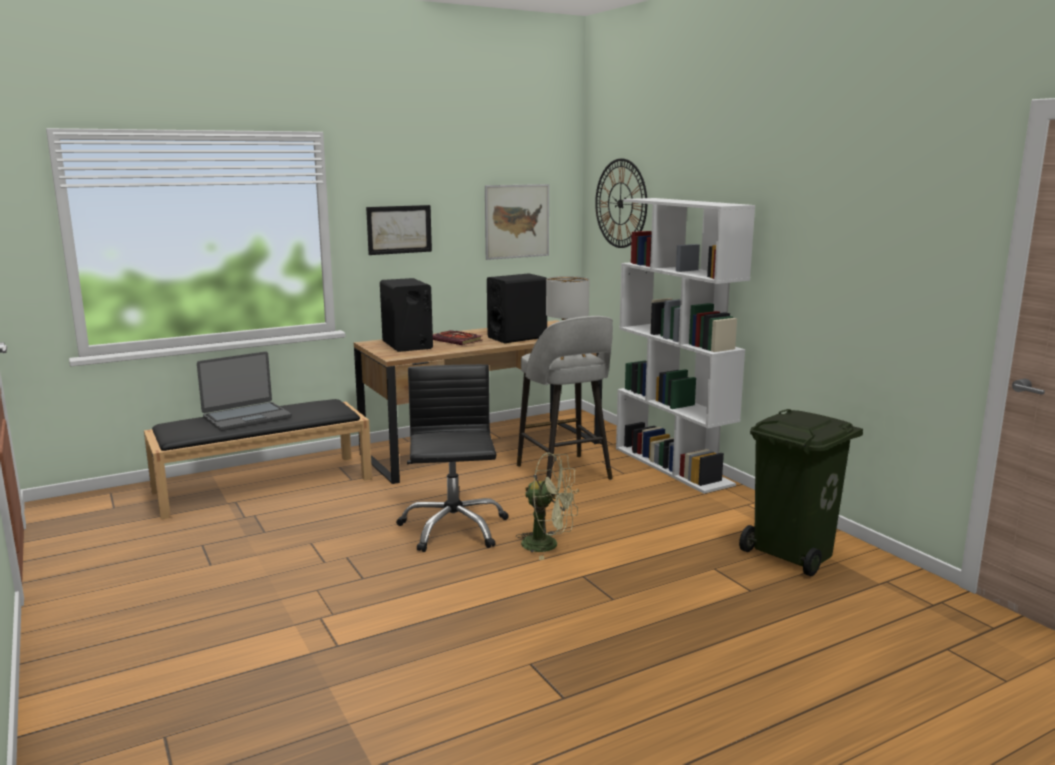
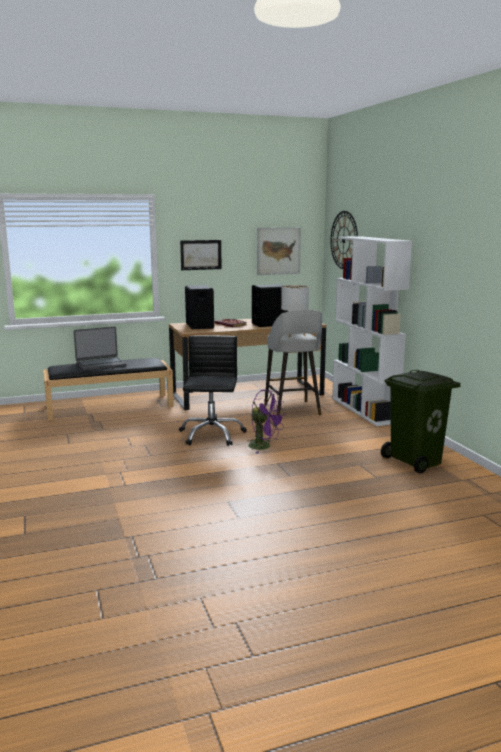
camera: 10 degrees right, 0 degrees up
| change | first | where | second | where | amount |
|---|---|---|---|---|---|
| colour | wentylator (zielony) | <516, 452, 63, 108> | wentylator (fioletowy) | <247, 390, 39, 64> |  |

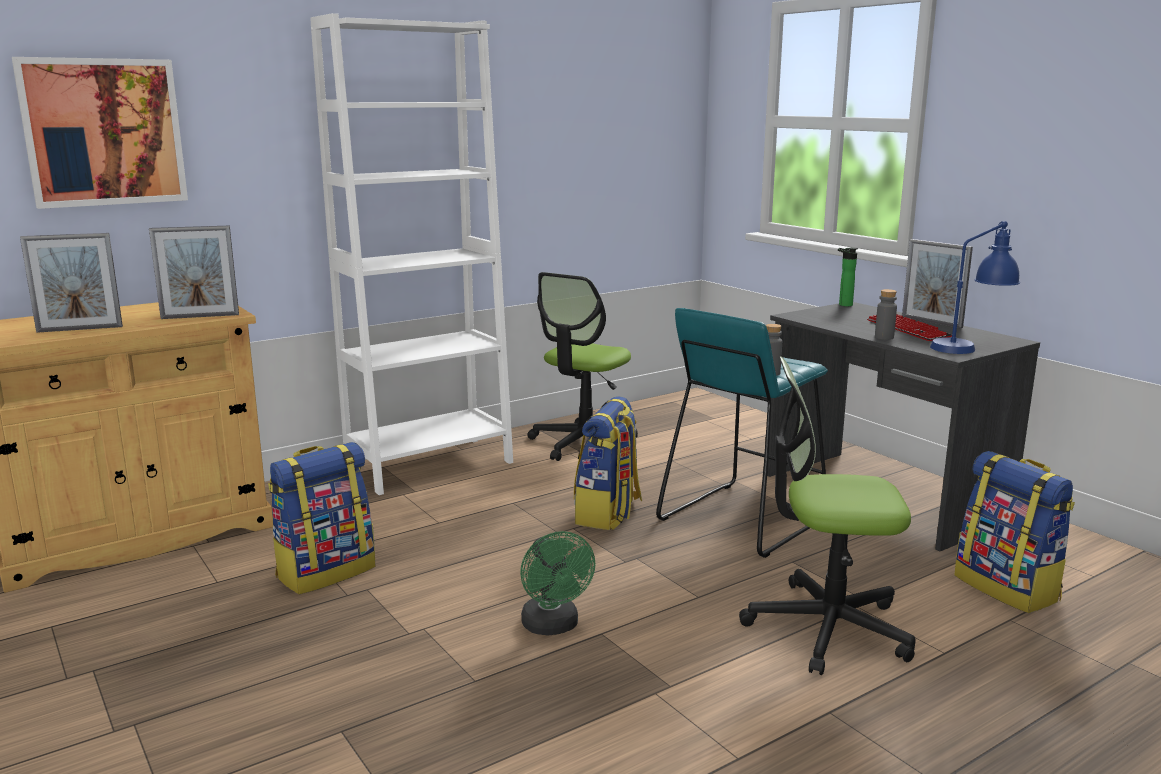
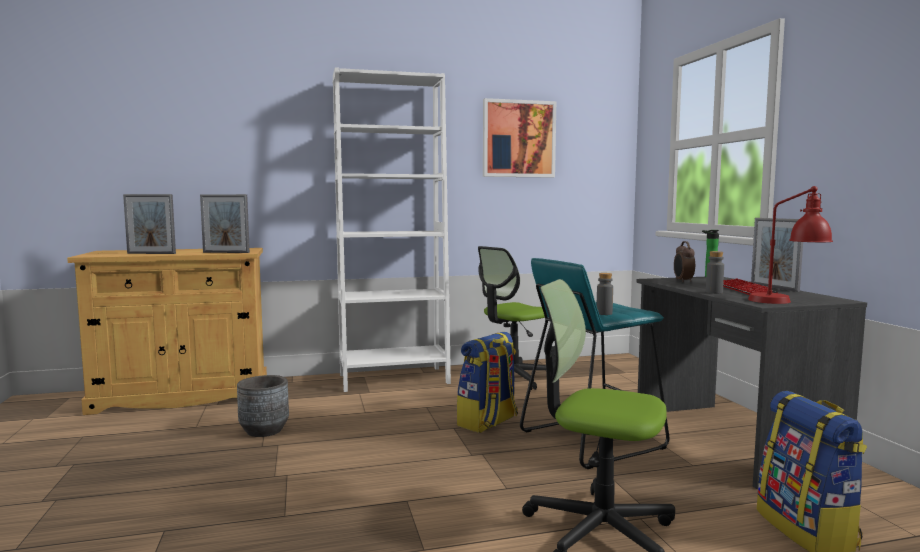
camera: 20 degrees right, 10 degrees down
| change | first | where | second | where | amount |
|---|---|---|---|---|---|
| missing | wentylator (zielony) | <520, 531, 75, 105> |  |  |  |
| appeared |  |  | budzik | <674, 241, 21, 41> |  |
| relocated | obraz | <12, 57, 176, 152> |  | <483, 98, 73, 79> |  |
| exchanged | plecak | <268, 442, 107, 152> | donica (szary) | <237, 375, 52, 62> |  |
| colour | lampa stołowa (niebieski) | <930, 221, 90, 133> | lampa stołowa (czerwony) | <748, 186, 85, 118> |  |

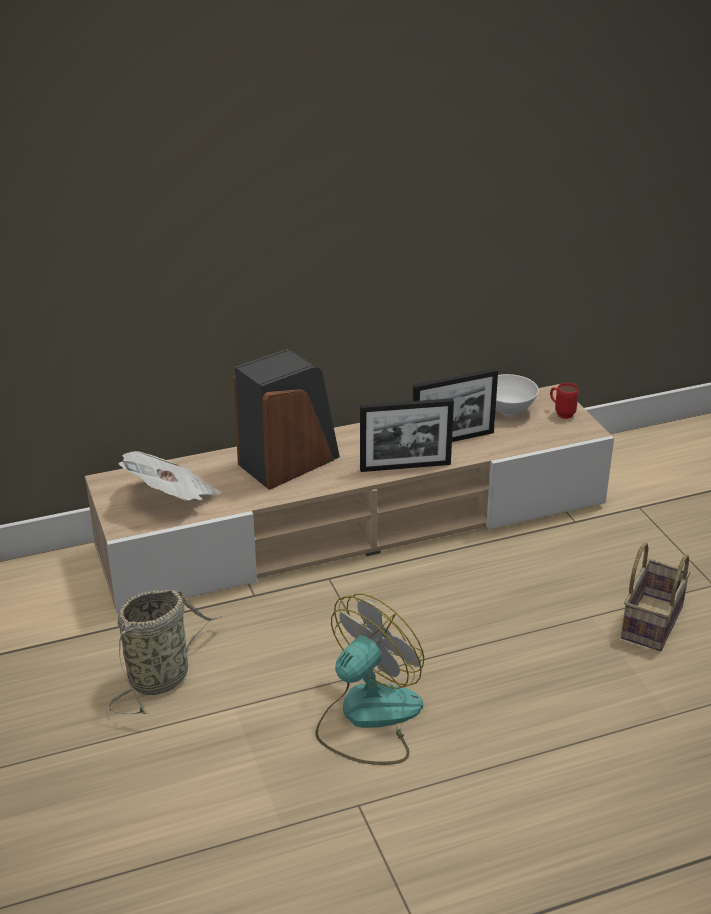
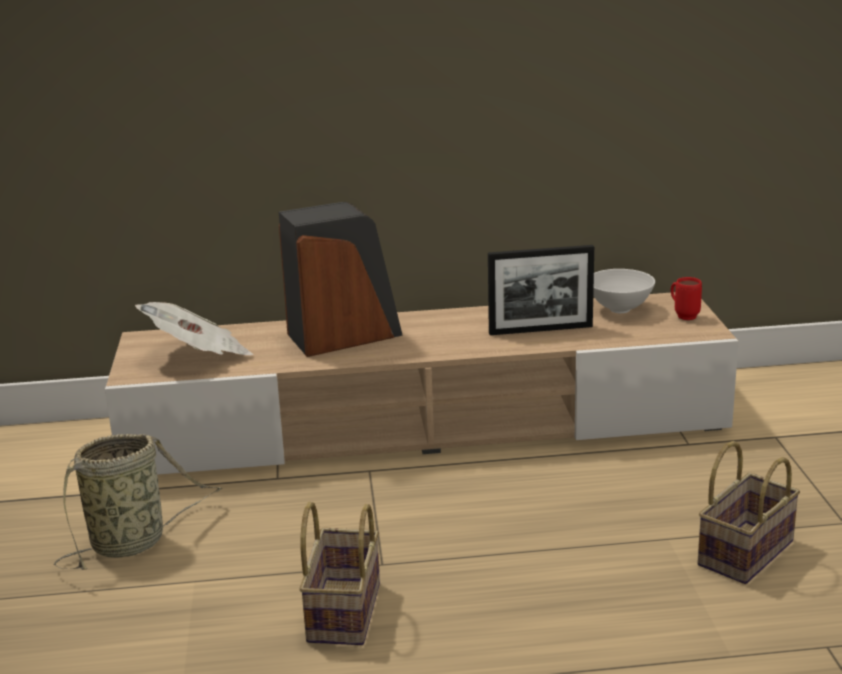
camera: 15 degrees right, 10 degrees down
| change | first | where | second | where | amount |
|---|---|---|---|---|---|
| missing | ramka na zdjęcie | <360, 398, 94, 74> |  |  |  |
| exchanged | wentylator | <315, 594, 110, 171> | koszyk | <299, 502, 81, 143> |  |

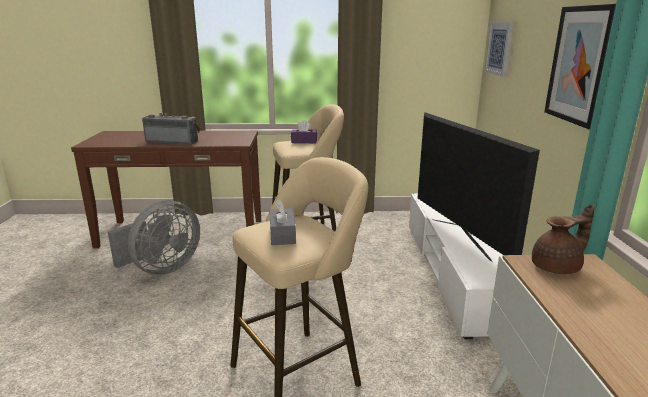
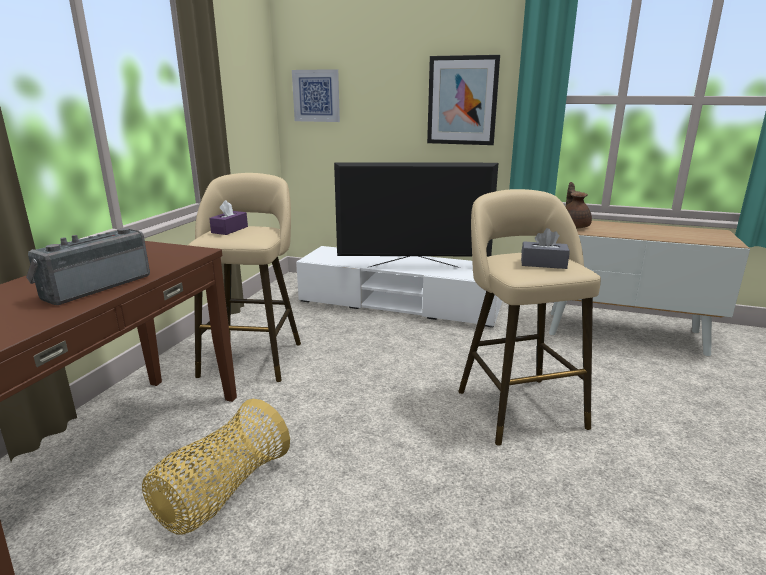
camera: 70 degrees left, 0 degrees up
| change | first | where | second | where | amount |
|---|---|---|---|---|---|
| exchanged | wentylator (szary) | <108, 200, 92, 75> | koszyk | <142, 399, 148, 136> |  |

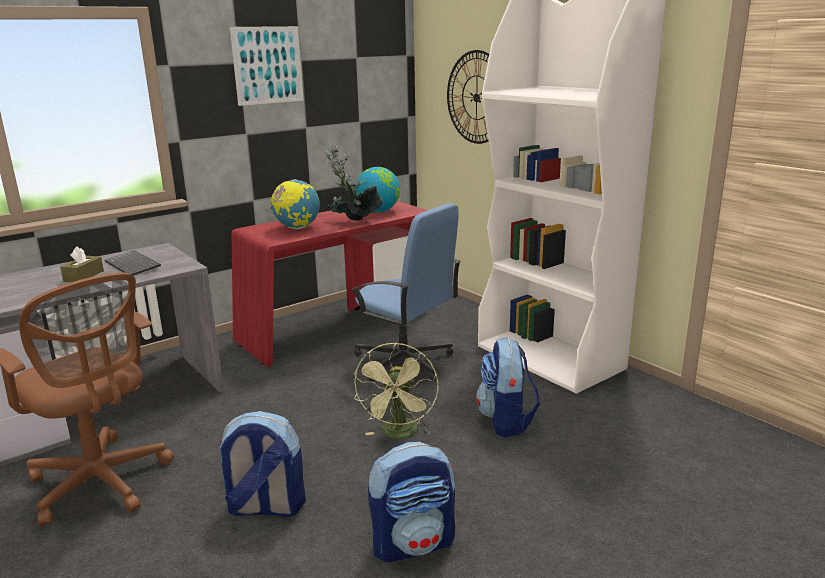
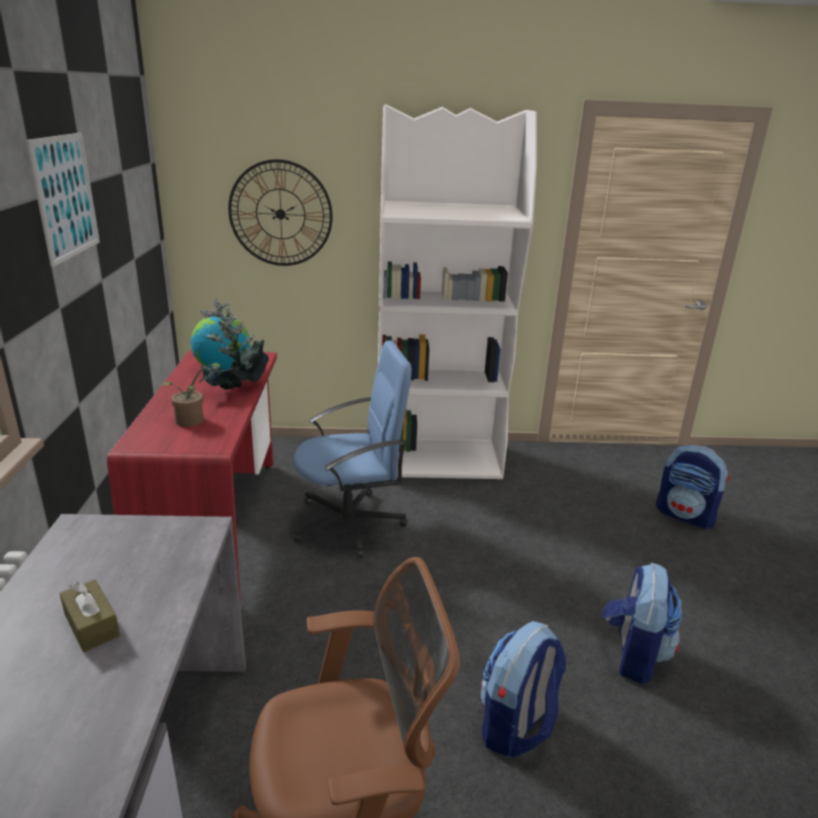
camera: 55 degrees left, 5 degrees up
| change | first | where | second | where | amount |
|---|---|---|---|---|---|
| missing | klawiatura | <105, 250, 56, 26> |  |  |  |
| missing | wentylator (zielony) | <353, 342, 86, 97> |  |  |  |
| relocated | plecak | <476, 338, 64, 99> |  | <656, 445, 74, 84> |  |
| exchanged | globus | <271, 179, 49, 50> | roślina doniczkowa | <163, 363, 59, 64> |  |

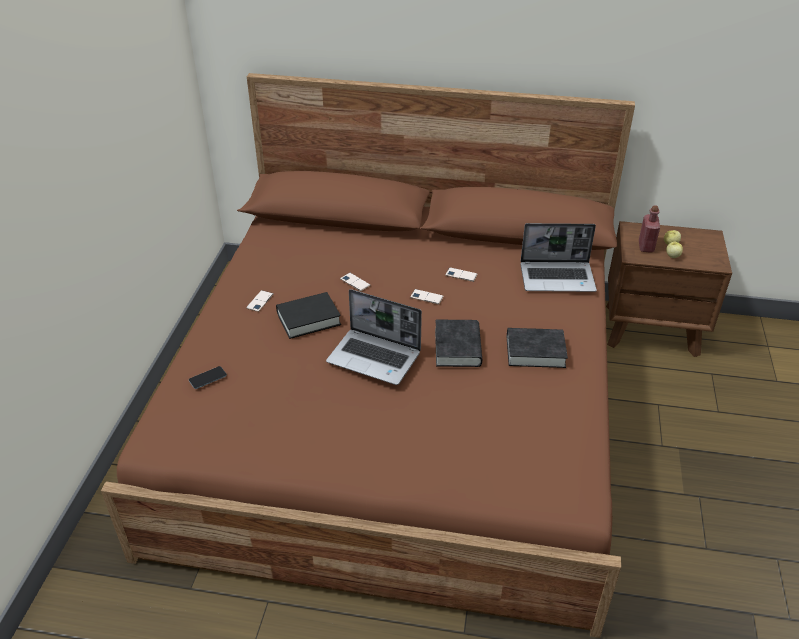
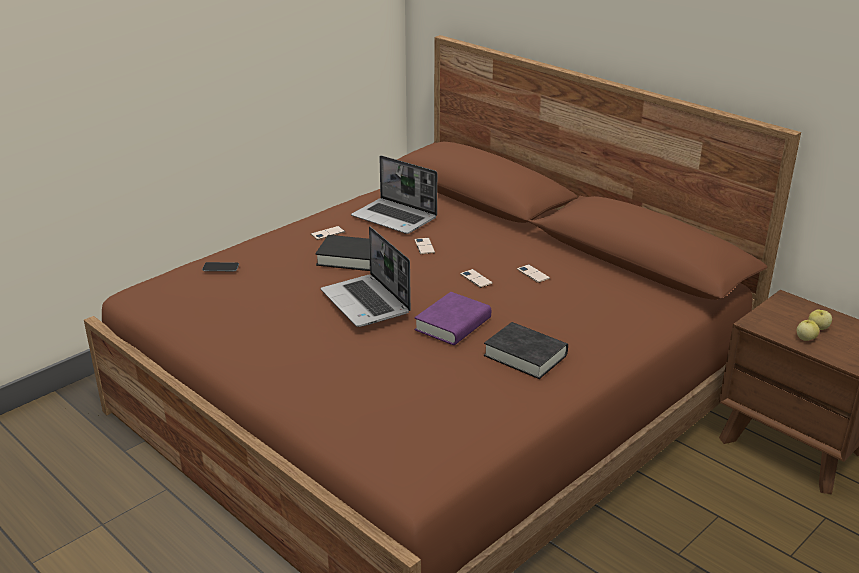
camera: 35 degrees right, 10 degrees down
| change | first | where | second | where | amount |
|---|---|---|---|---|---|
| missing | butelka (czerwony) | <639, 205, 21, 48> |  |  |  |
| relocated | laptop | <520, 223, 77, 69> |  | <351, 155, 86, 79> |  |
| colour | książka (czarny) | <435, 320, 47, 47> | książka (fioletowy) | <415, 292, 76, 53> |  |

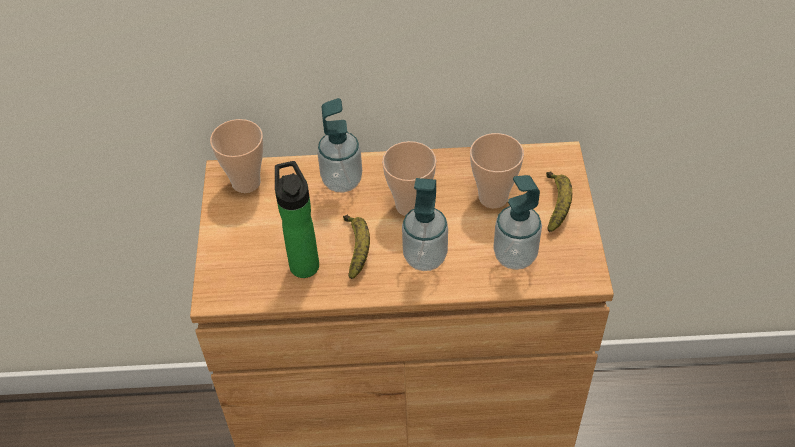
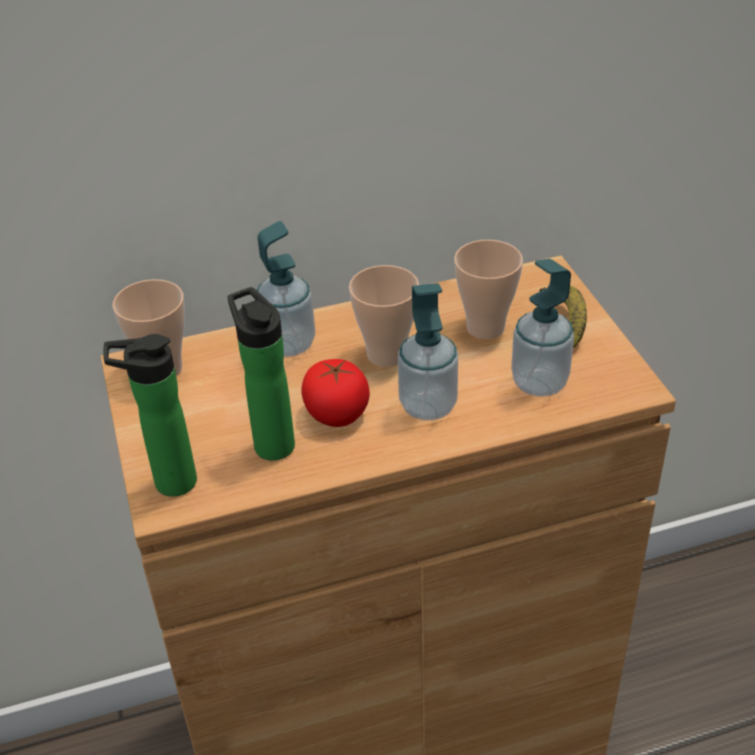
camera: 15 degrees left, 10 degrees down
| change | first | where | second | where | amount |
|---|---|---|---|---|---|
| appeared |  |  | butelka | <103, 334, 94, 163> |  |
| exchanged | banan | <343, 215, 27, 64> | pomidor | <301, 359, 69, 68> |  |

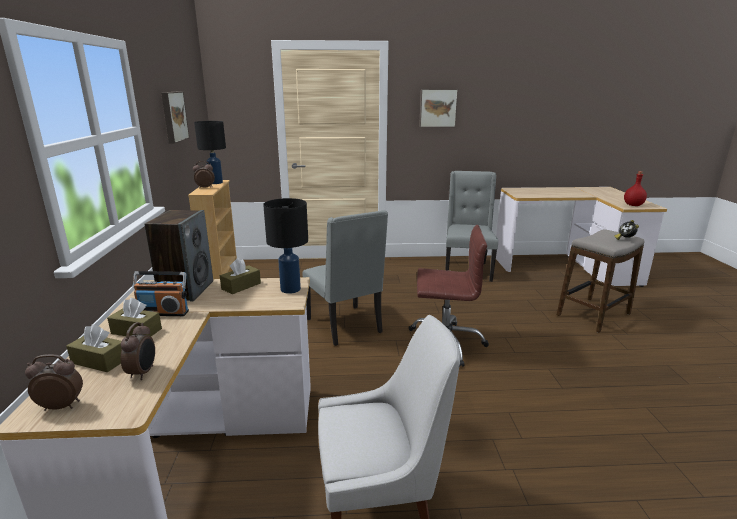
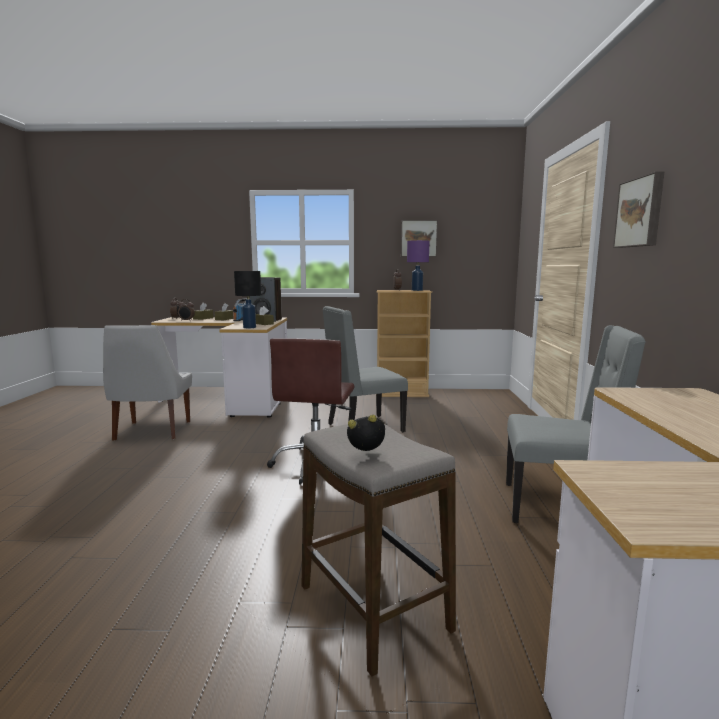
camera: 95 degrees right, 10 degrees down
| change | first | where | second | where | amount |
|---|---|---|---|---|---|
| missing | butelka (czerwony) | <624, 171, 23, 35> |  |  |  |
| colour | lampa stołowa (czarny) | <194, 121, 32, 63> | lampa stołowa (fioletowy) | <407, 240, 22, 51> |  |

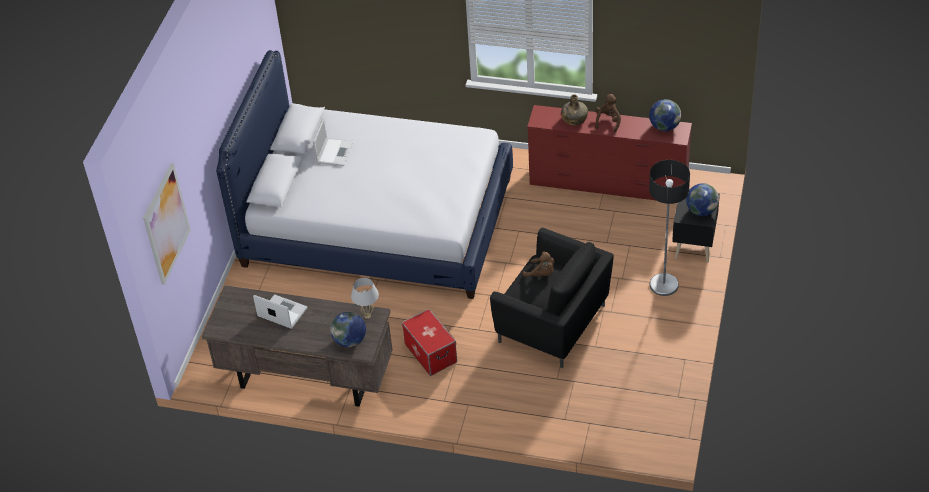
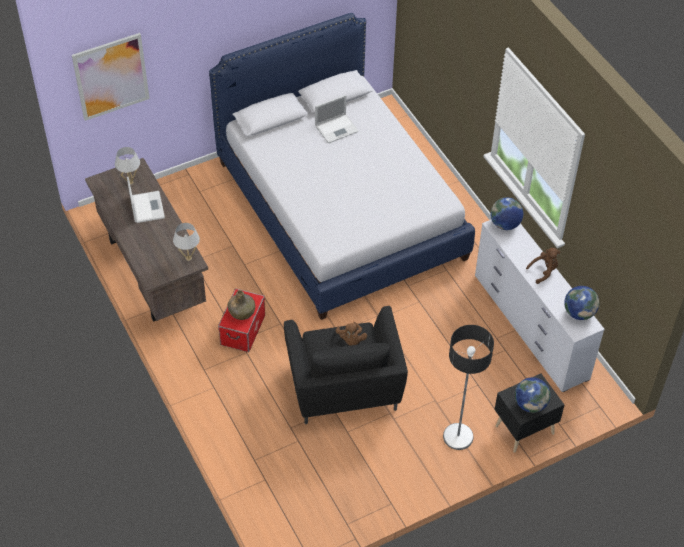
camera: 45 degrees right, 5 degrees up
| change | first | where | second | where | amount |
|---|---|---|---|---|---|
| appeared |  |  | lampa stołowa (biały) | <115, 147, 25, 38> |  |
| relocated | globus | <330, 312, 36, 35> |  | <491, 198, 32, 32> |  |
| relocated | butelka (zielony) | <561, 94, 27, 31> |  | <228, 290, 27, 30> |  |
| colour | komoda (czerwony) | <527, 105, 165, 96> | komoda (biały) | <475, 220, 130, 172> |  |

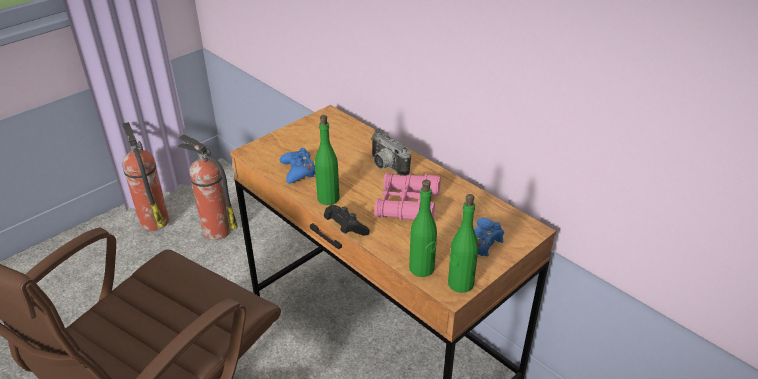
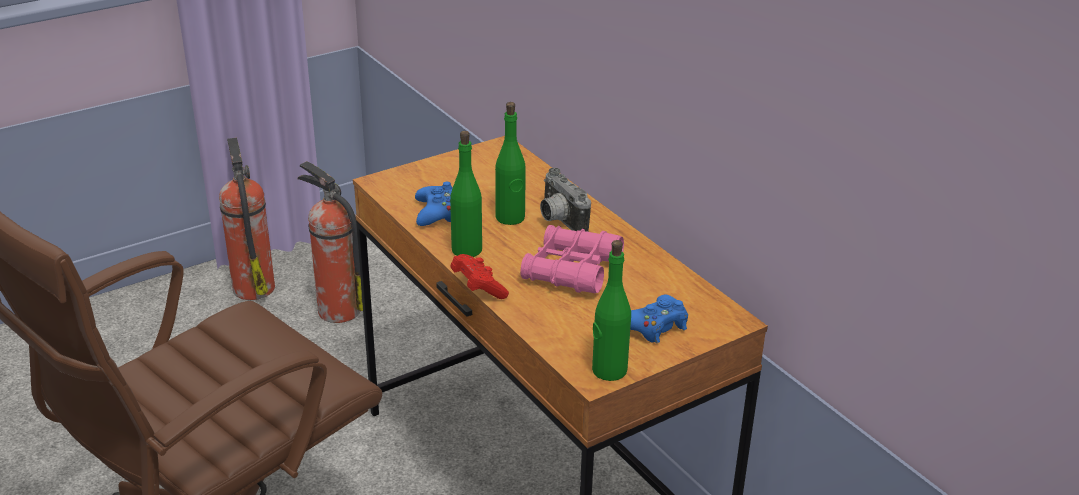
camera: 10 degrees right, 5 degrees down
| change | first | where | second | where | amount |
|---|---|---|---|---|---|
| relocated | butelka (zielony) | <409, 180, 28, 97> |  | <495, 102, 31, 123> |  |
| colour | pad do gier (czarny) | <324, 205, 46, 31> | pad do gier (czerwony) | <450, 254, 59, 45> |  |

